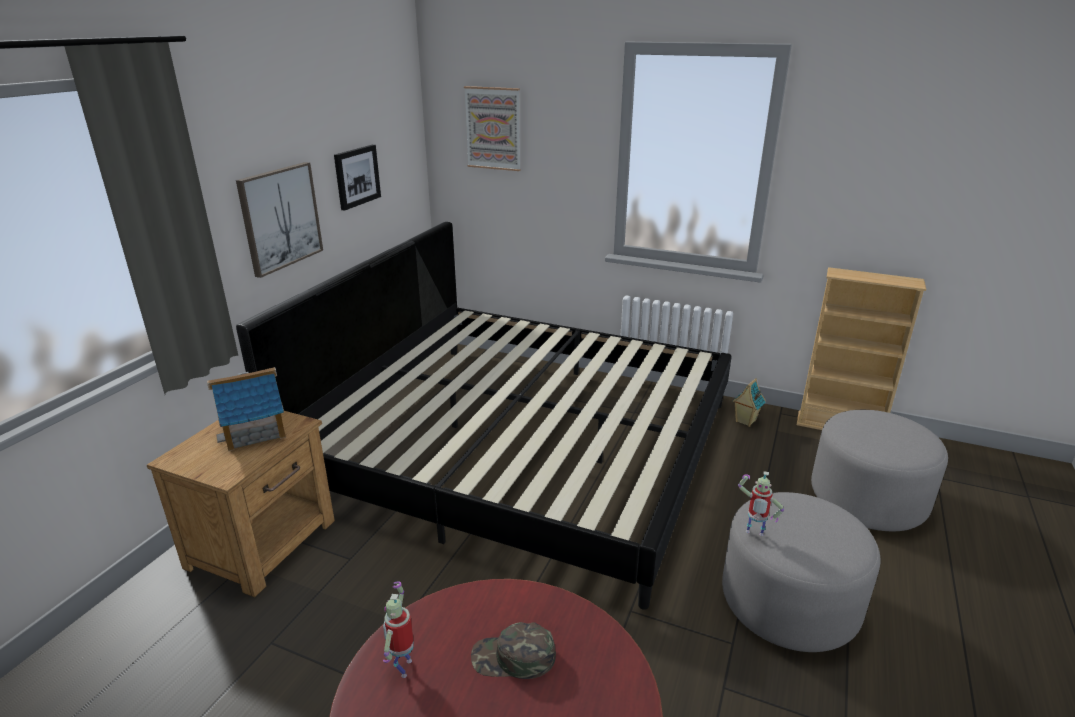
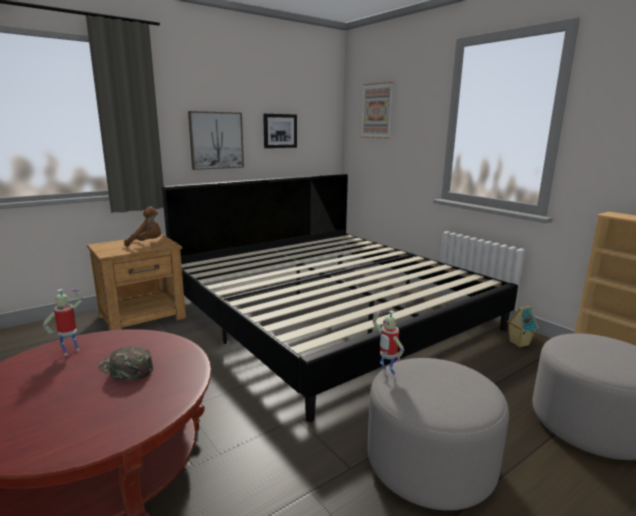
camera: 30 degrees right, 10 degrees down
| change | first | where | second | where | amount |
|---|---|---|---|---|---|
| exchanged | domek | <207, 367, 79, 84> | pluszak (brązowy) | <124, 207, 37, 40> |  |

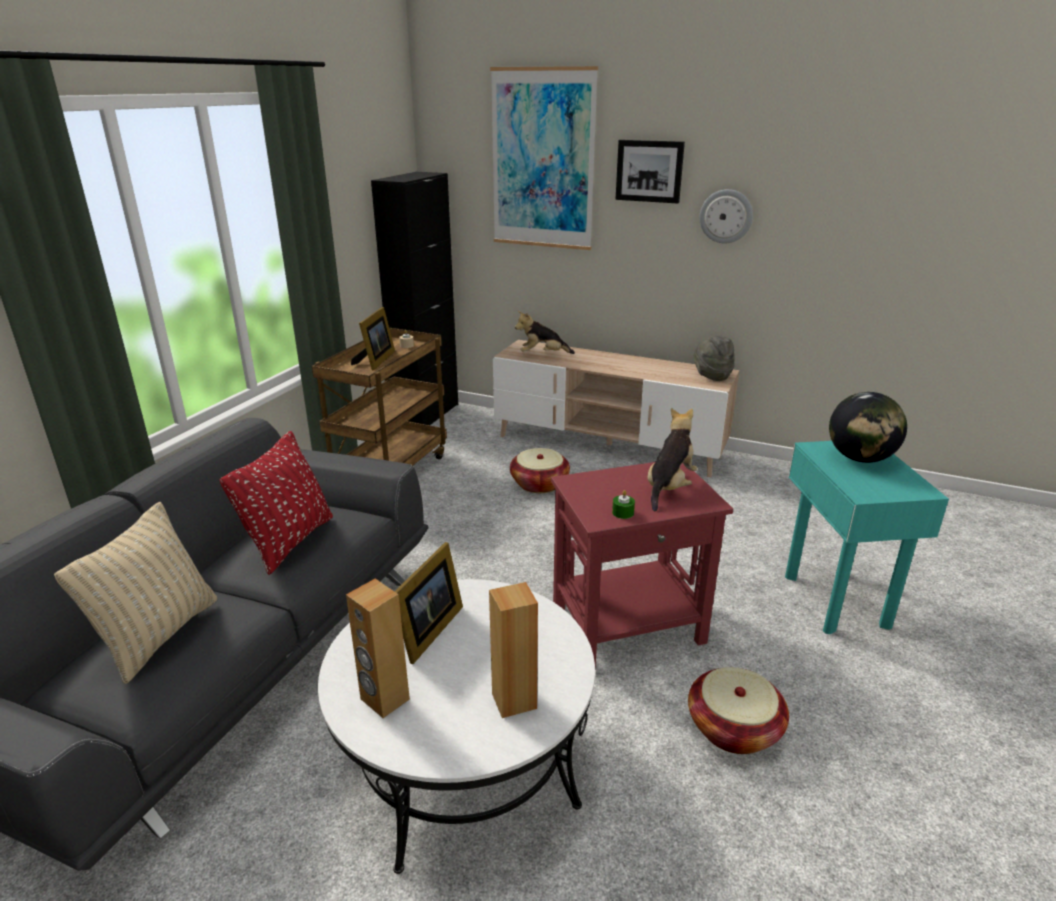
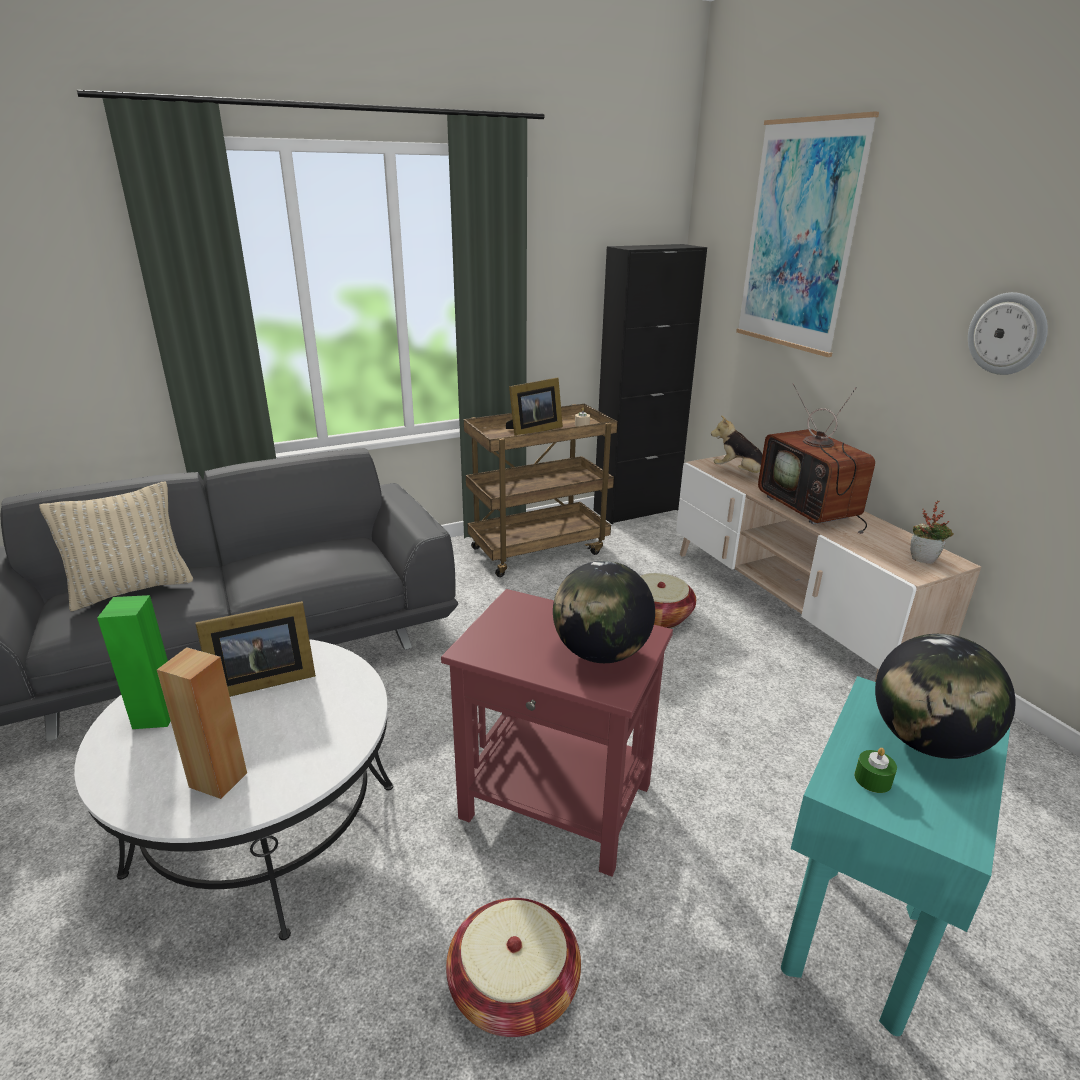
camera: 40 degrees right, 0 degrees up
| change | first | where | second | where | amount |
|---|---|---|---|---|---|
| missing | poduszka (czerwony) | <220, 431, 113, 144> |  |  |  |
| missing | obraz | <615, 140, 70, 63> |  |  |  |
| appeared |  |  | telewizor | <758, 383, 117, 151> |  |
| relocated | świeca (zielony) | <612, 490, 23, 29> |  | <854, 748, 43, 45> |  |
| exchanged | pluszak | <648, 408, 49, 104> | globus | <553, 561, 102, 102> |  |
| exchanged | kapelusz (szary) | <694, 336, 41, 45> | roślina doniczkowa | <910, 501, 44, 63> |  |
| colour | głośnik (brązowy) | <346, 579, 64, 139> | głośnik (zielony) | <97, 595, 74, 134> |  |

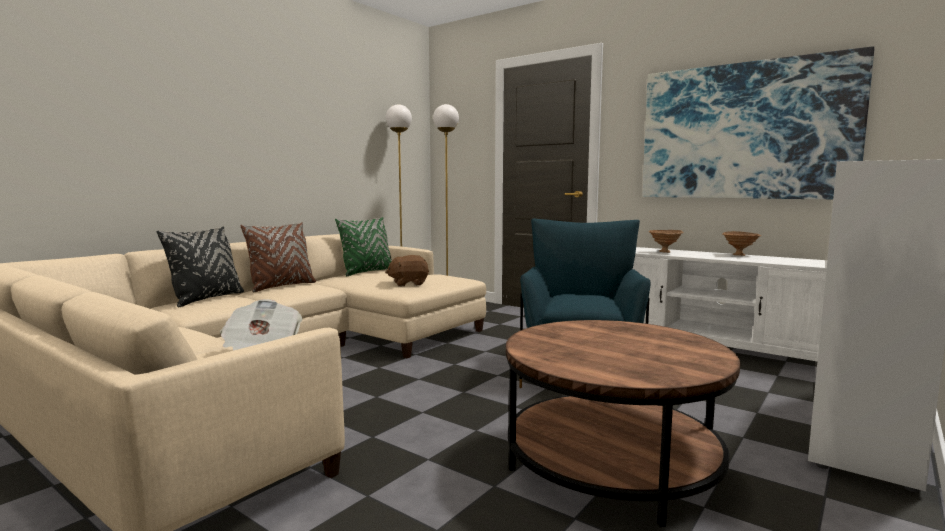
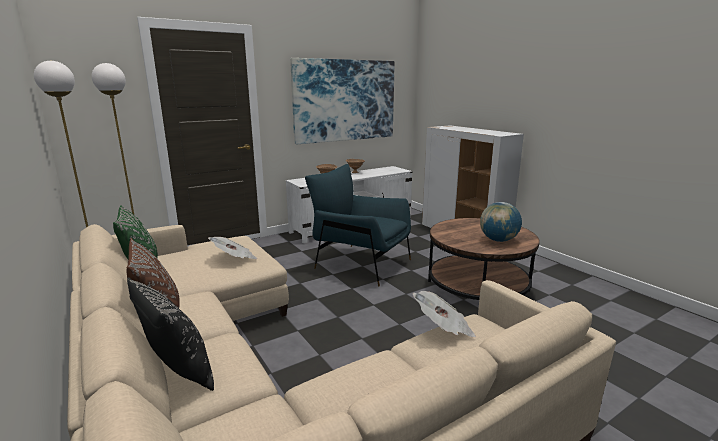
camera: 70 degrees left, 10 degrees up
| change | first | where | second | where | amount |
|---|---|---|---|---|---|
| appeared |  |  | globus | <480, 202, 42, 40> |  |
| exchanged | pluszak (brązowy) | <385, 255, 44, 32> | gazeta | <208, 237, 49, 22> |  |

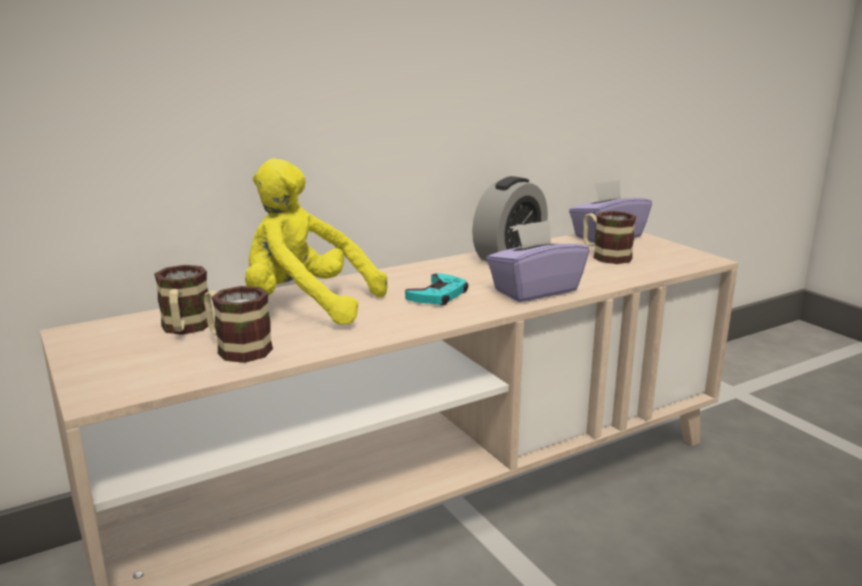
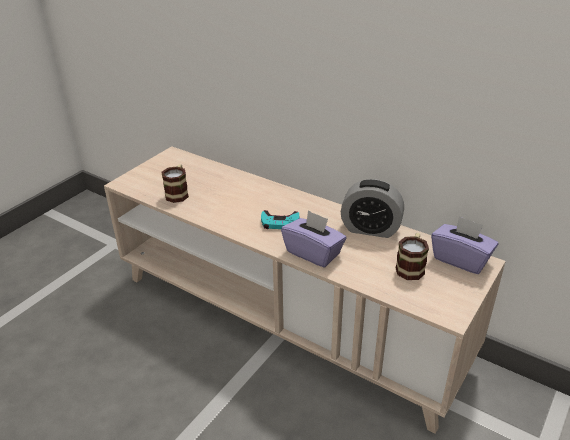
camera: 65 degrees right, 15 degrees up
| change | first | where | second | where | amount |
|---|---|---|---|---|---|
| missing | kubek | <154, 265, 54, 70> |  |  |  |
| missing | pluszak (żółty) | <245, 158, 142, 167> |  |  |  |

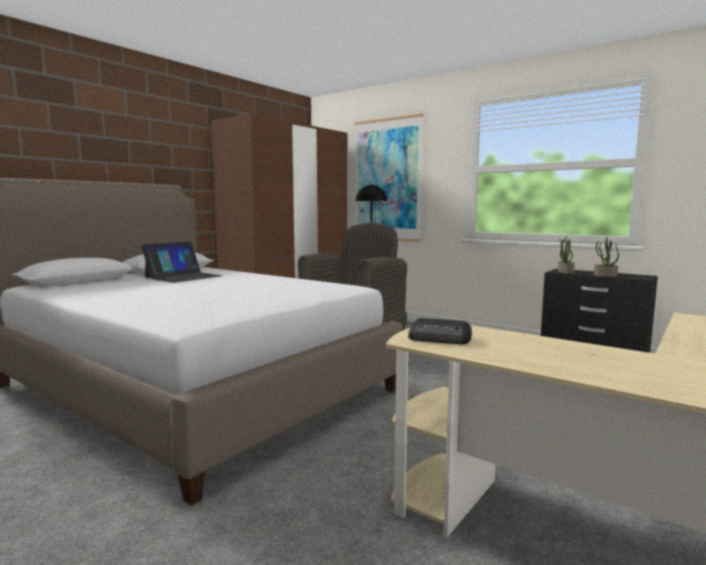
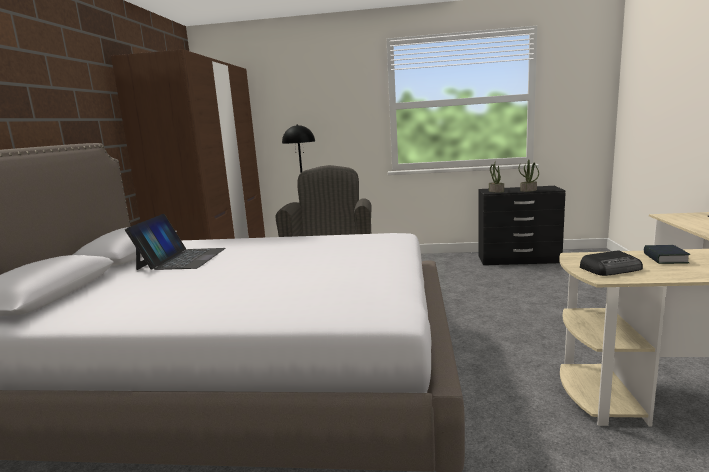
camera: 30 degrees left, 5 degrees up
| change | first | where | second | where | amount |
|---|---|---|---|---|---|
| missing | obraz | <354, 114, 69, 128> |  |  |  |
| appeared |  |  | książka | <644, 245, 46, 19> |  |

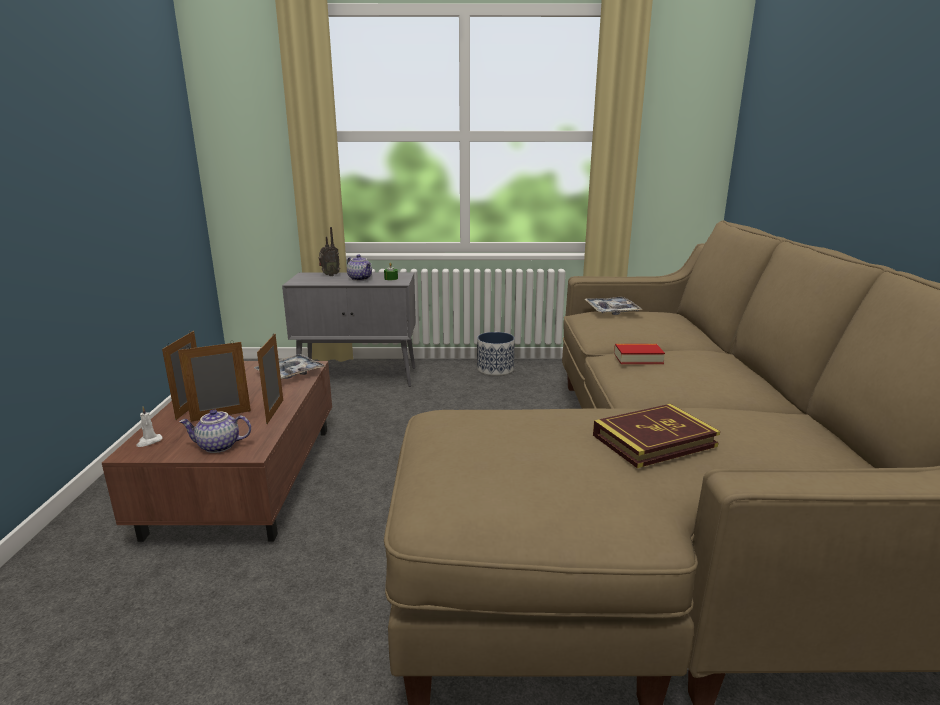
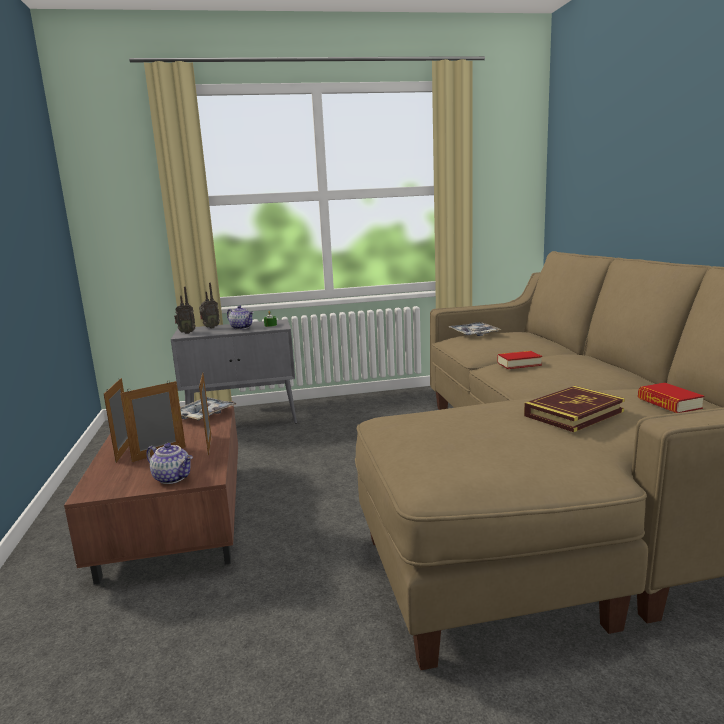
camera: 10 degrees left, 5 degrees down
| change | first | where | second | where | amount |
|---|---|---|---|---|---|
| missing | świeca (biały) | <136, 407, 27, 40> |  |  |  |
| missing | donica | <477, 332, 38, 44> |  |  |  |
| appeared |  |  | radio | <174, 287, 22, 47> |  |
| appeared |  |  | książka | <638, 383, 66, 30> |  |
| spun | imbryk | <179, 409, 72, 44> |  | <146, 443, 47, 41> | 135 degrees counterclockwise |

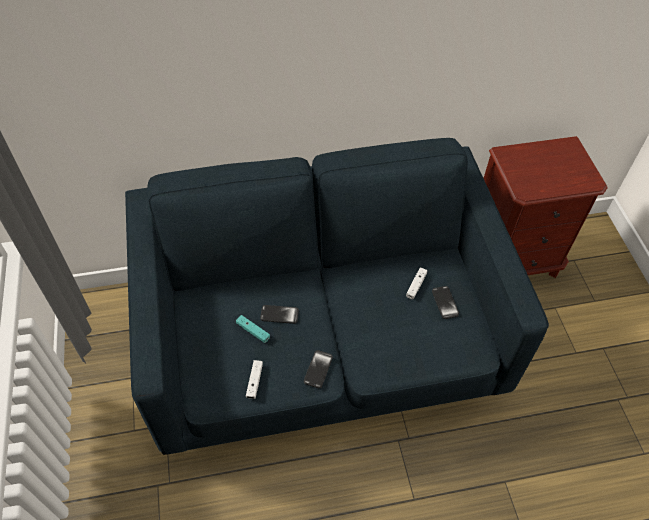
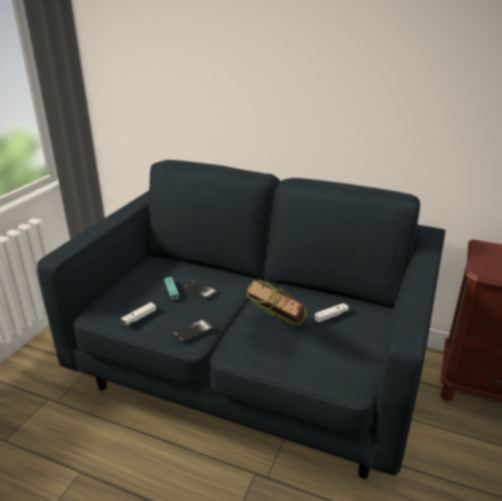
camera: 35 degrees right, 25 degrees down
| change | first | where | second | where | amount |
|---|---|---|---|---|---|
| missing | telefon | <432, 286, 27, 33> |  |  |  |
| appeared |  |  | książka | <246, 279, 61, 47> |  |

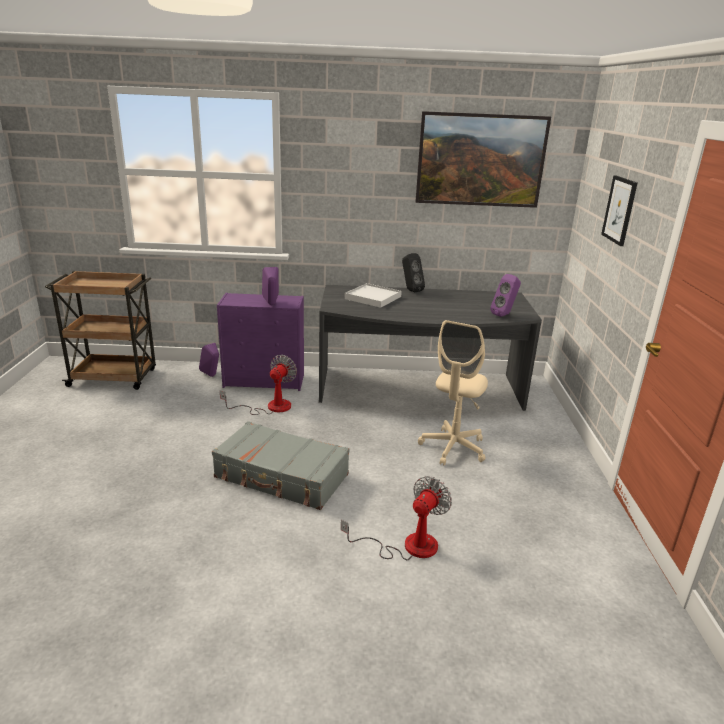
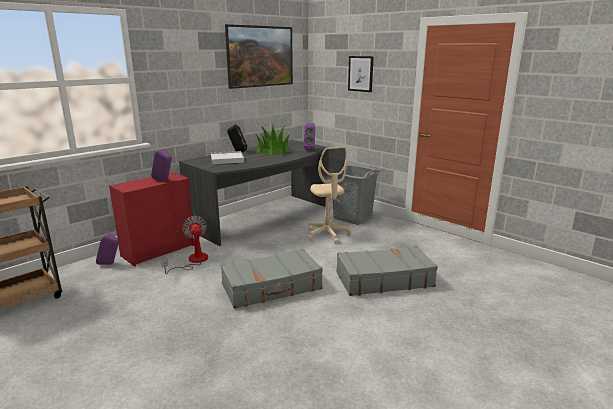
camera: 45 degrees left, 5 degrees down
| change | first | where | second | where | amount |
|---|---|---|---|---|---|
| appeared |  |  | roślina doniczkowa | <256, 123, 34, 32> |  |
| appeared |  |  | kosz na pranie (szary) | <333, 164, 48, 61> |  |
| exchanged | wentylator | <341, 476, 111, 84> | walizka (szary) | <337, 246, 101, 50> |  |
| colour | komoda (fioletowy) | <217, 293, 87, 98> | komoda (czerwony) | <109, 172, 86, 95> |  |

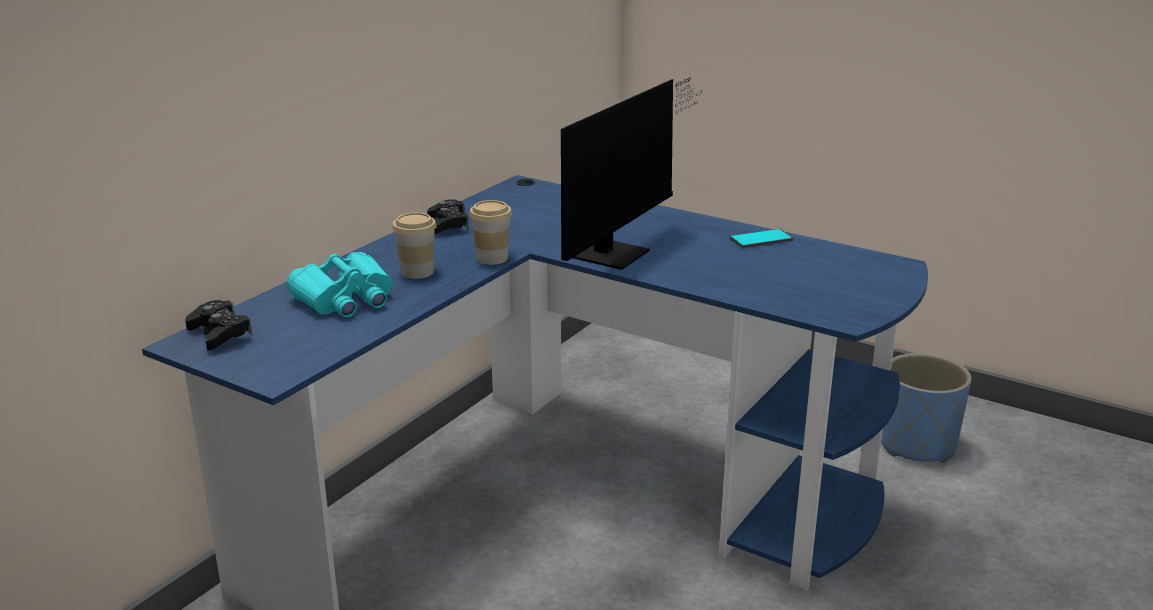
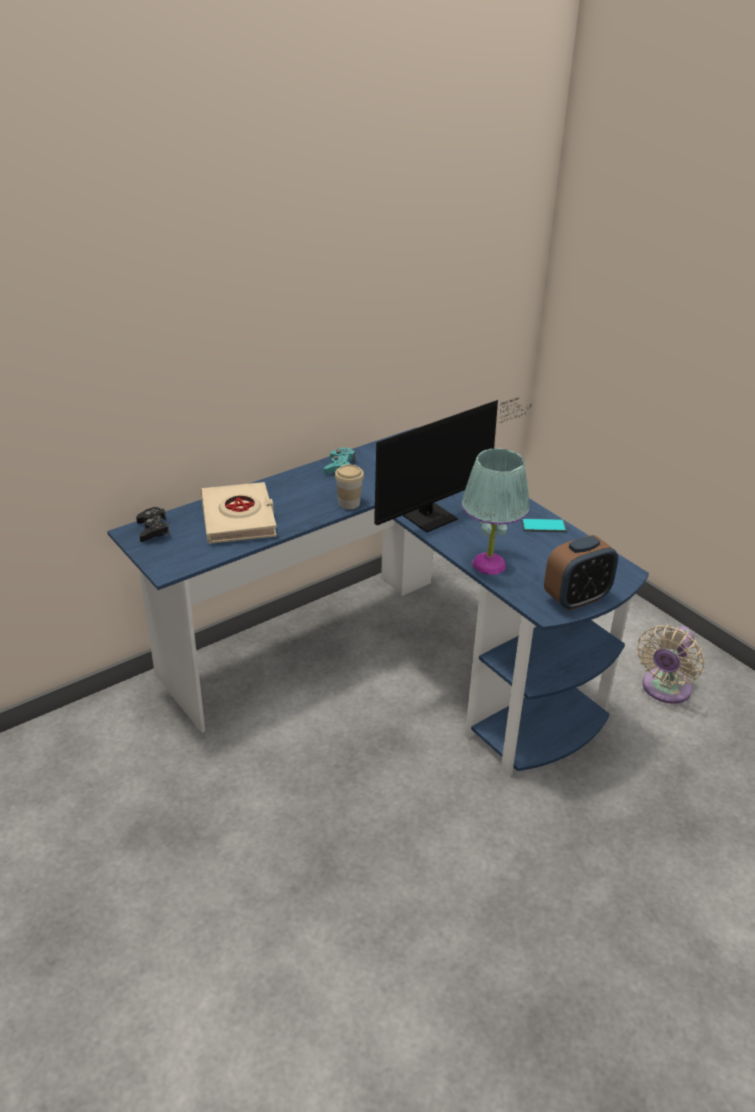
camera: 20 degrees right, 10 degrees up
| change | first | where | second | where | amount |
|---|---|---|---|---|---|
| missing | filiżanka | <392, 212, 45, 67> |  |  |  |
| appeared |  |  | lampa stołowa (turkusowy) | <462, 448, 68, 127> |  |
| appeared |  |  | budzik | <544, 535, 74, 76> |  |
| exchanged | lornetka (turkusowy) | <286, 252, 107, 65> | książka (beżowy) | <201, 482, 76, 62> |  |
| exchanged | donica (niebieski) | <881, 353, 90, 110> | wentylator (beżowy) | <637, 625, 67, 79> |  |
| colour | pad do gier (czarny) | <427, 199, 42, 35> | pad do gier (turkusowy) | <324, 448, 31, 26> |  |

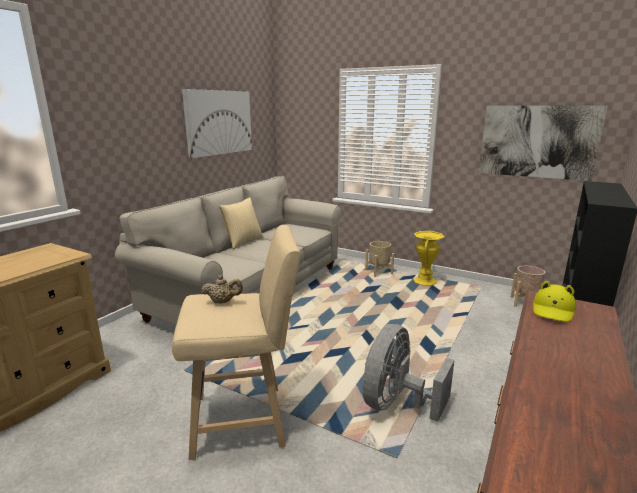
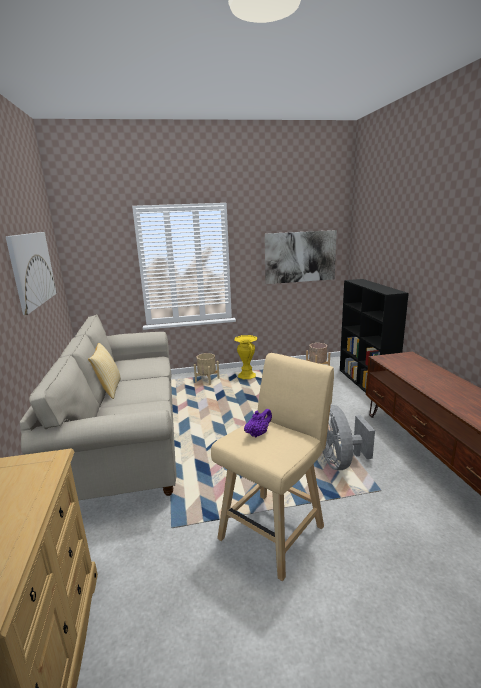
camera: 40 degrees left, 0 degrees up
| change | first | where | second | where | amount |
|---|---|---|---|---|---|
| missing | kapelusz (żółty) | <533, 281, 43, 41> |  |  |  |
| colour | imbryk (beżowy) | <201, 275, 42, 29> | imbryk (fioletowy) | <244, 409, 28, 28> |  |

